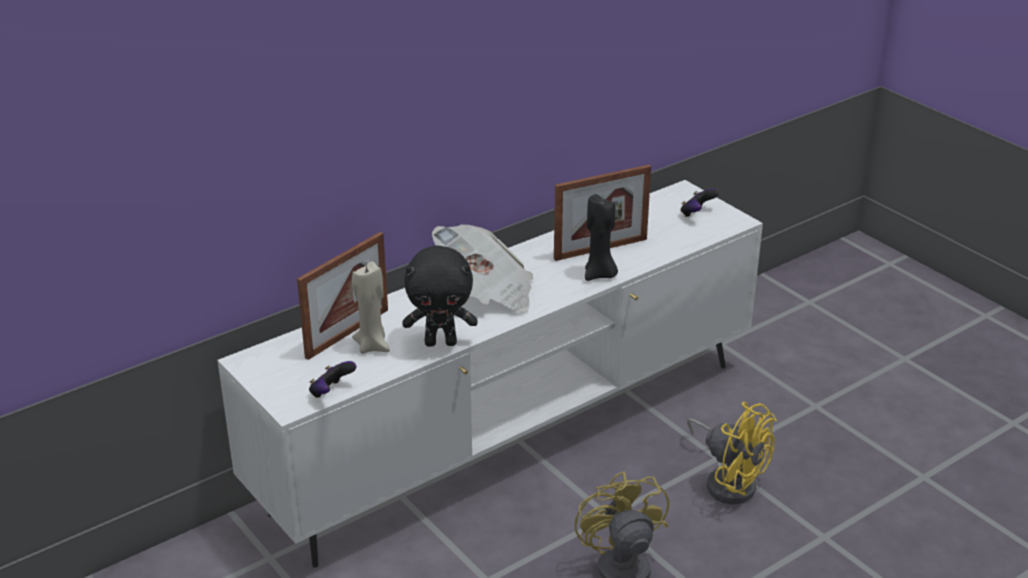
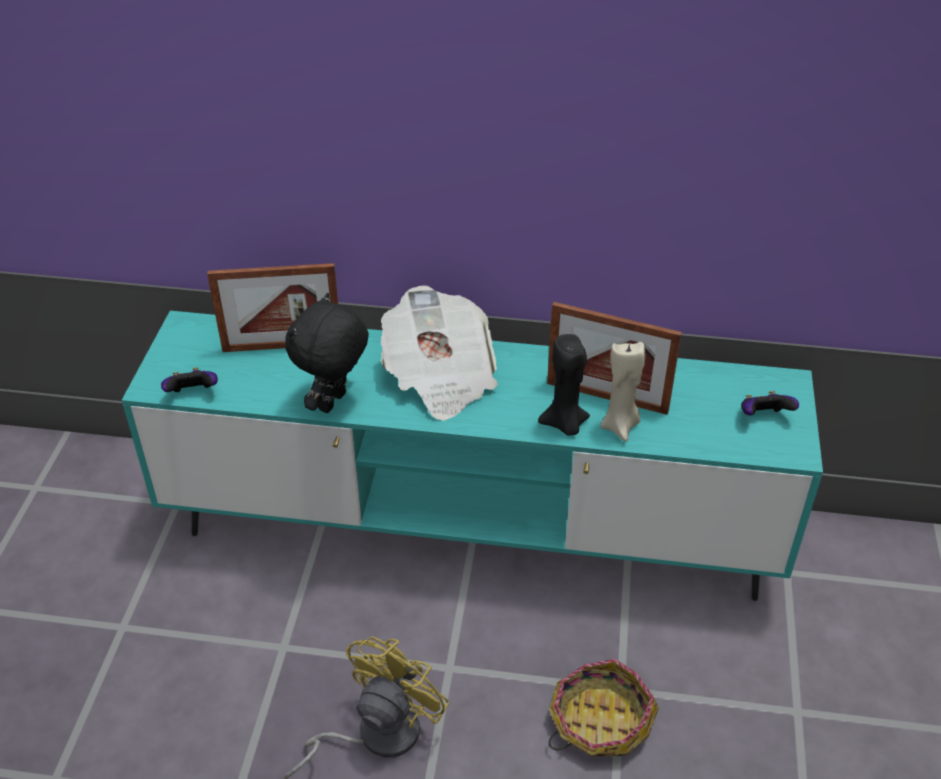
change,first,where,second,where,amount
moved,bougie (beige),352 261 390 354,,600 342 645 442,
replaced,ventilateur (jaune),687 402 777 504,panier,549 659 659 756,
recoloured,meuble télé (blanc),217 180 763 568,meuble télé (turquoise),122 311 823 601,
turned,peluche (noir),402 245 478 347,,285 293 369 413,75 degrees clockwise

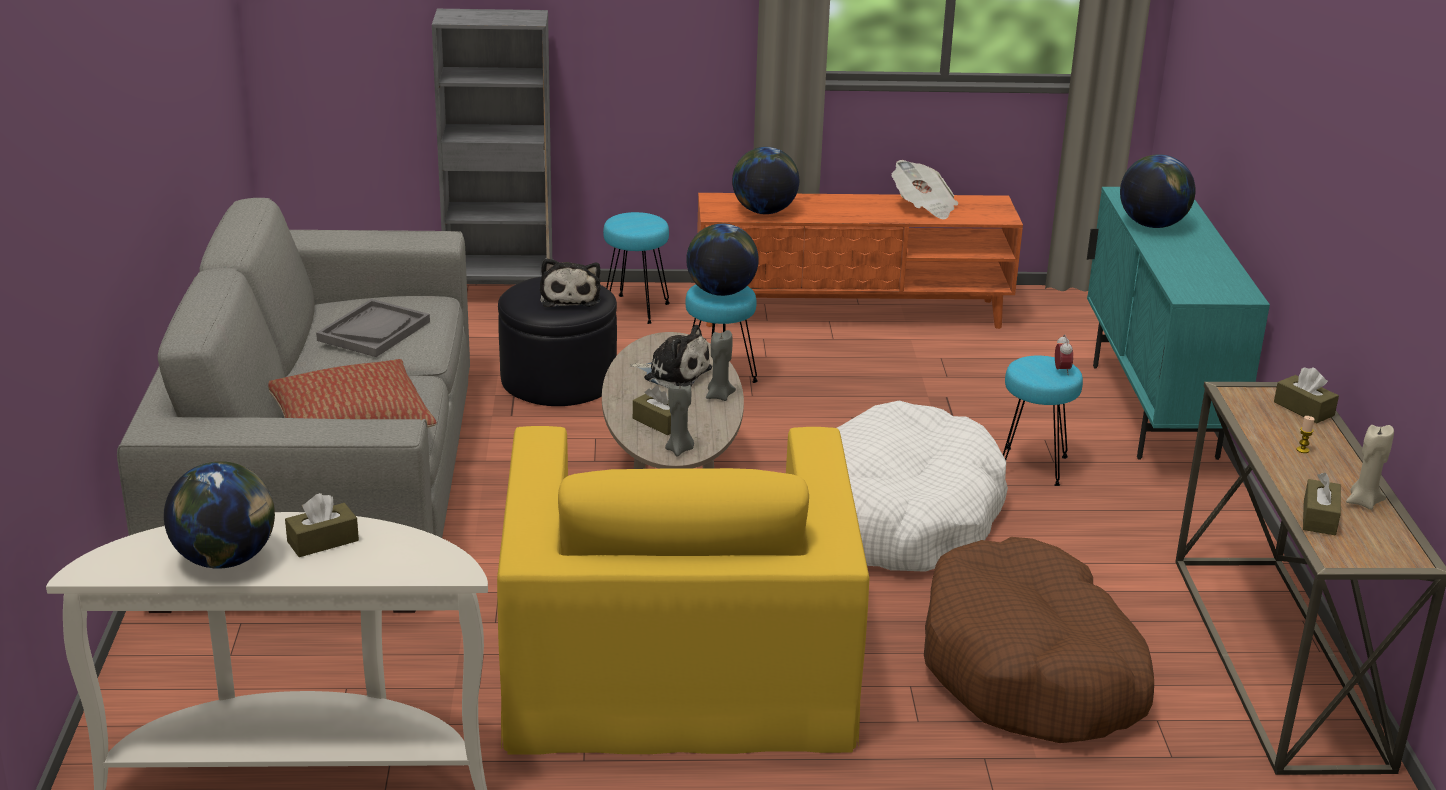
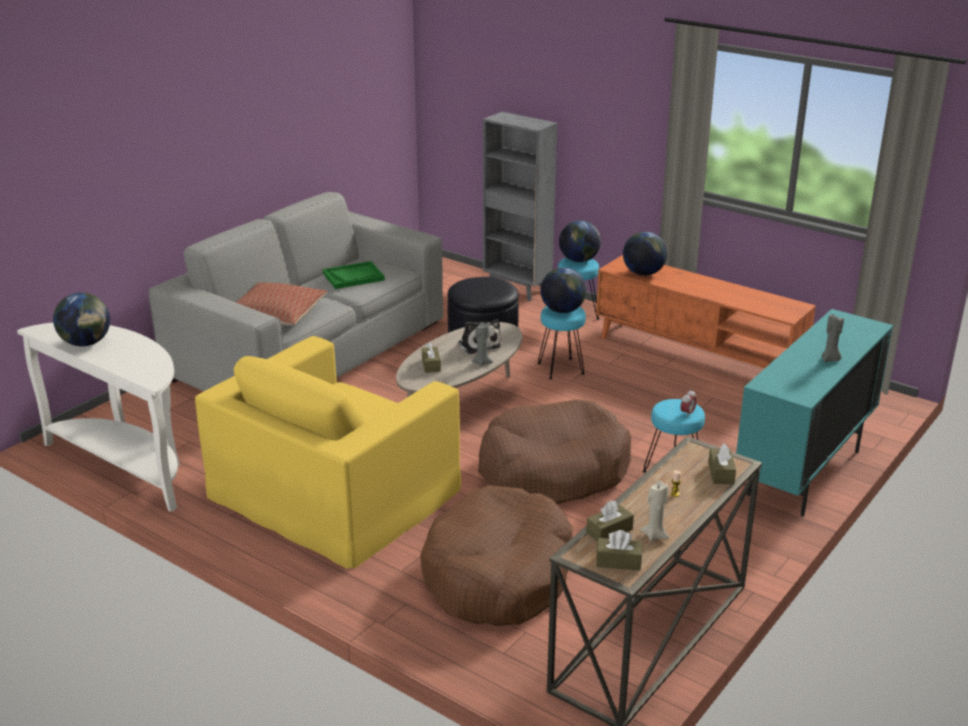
change,first,where,second,where,amount
removed,peluche,540 258 601 307,,,
removed,journal,892 160 958 220,,,
moved,boîte à mouchoirs (marron),285 493 359 557,,596 530 642 571,
moved,bougie (gris),665 384 694 457,,822 314 844 362,
moved,globe,1120 154 1196 228,,559 221 601 262,
recoloured,plateau (gris),316 299 430 357,plateau (vert),323 261 385 289,
recoloured,panier pour chien (blanc),837 401 1008 572,panier pour chien (marron),478 399 631 505,

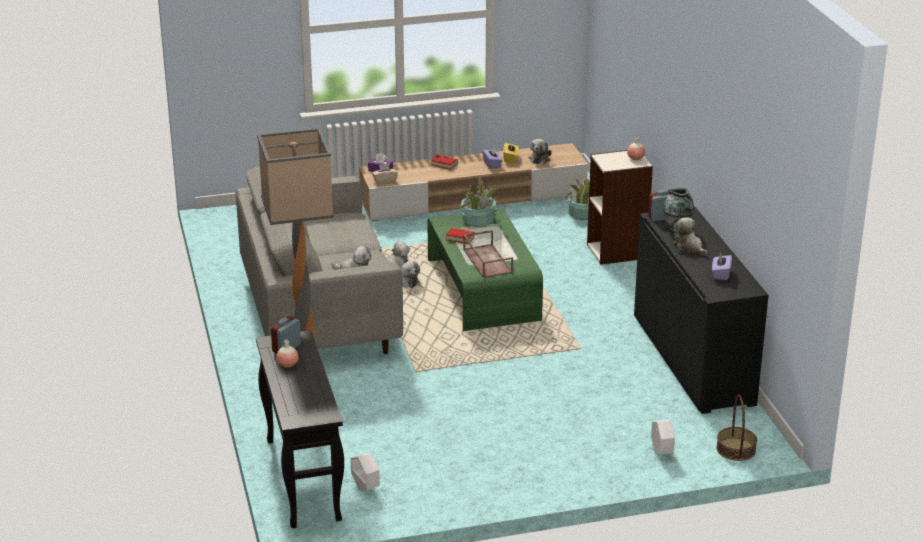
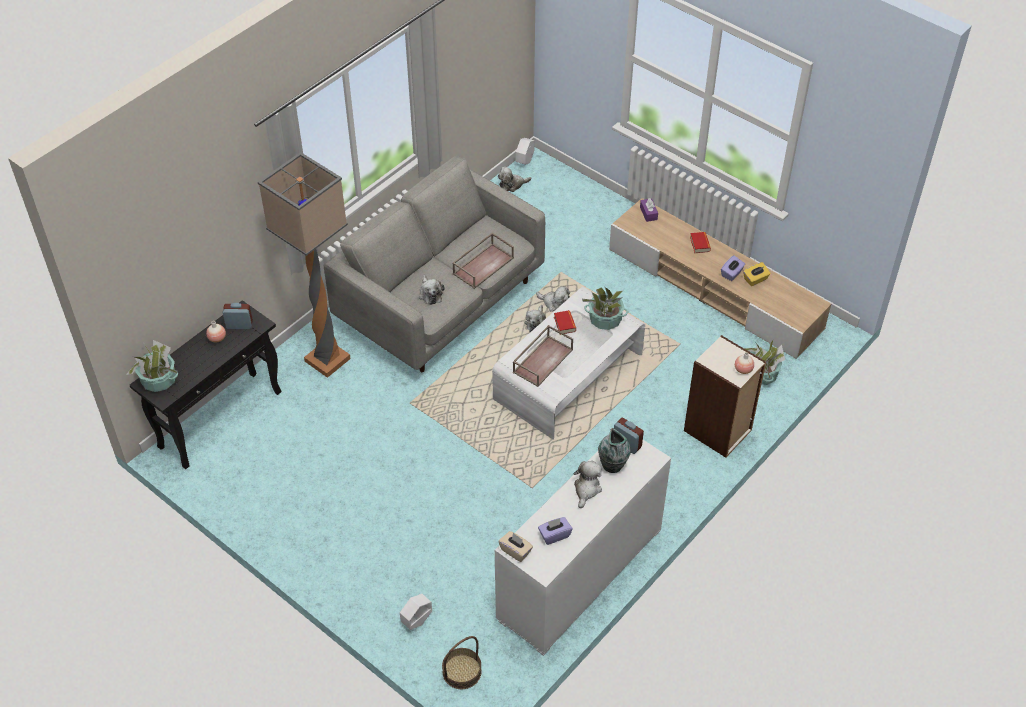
change,first,where,second,where,amount
added,,,plante en pot,126 340 178 392,
added,,,plateau (marron),452 233 514 289,
moved,cache-pot (blanc),351 453 380 490,,516 138 535 165,
moved,boîte à mouchoirs (beige),372 164 398 185,,499 531 533 562,
moved,peluche,529 139 552 165,,498 167 531 192,
recoloured,table basse (vert),427 209 543 331,table basse (blanc),492 287 645 440,
recoloured,meuble de rangement (noir),634 207 769 414,meuble de rangement (blanc),495 440 671 656,

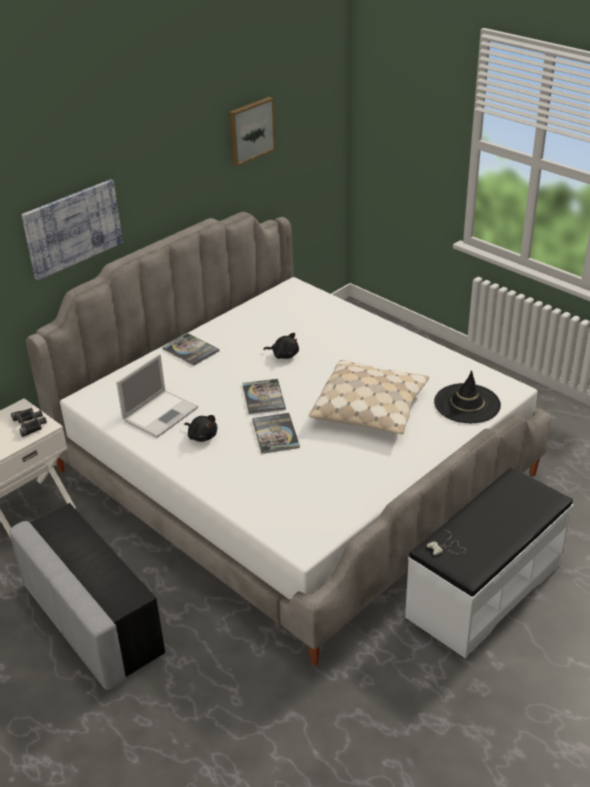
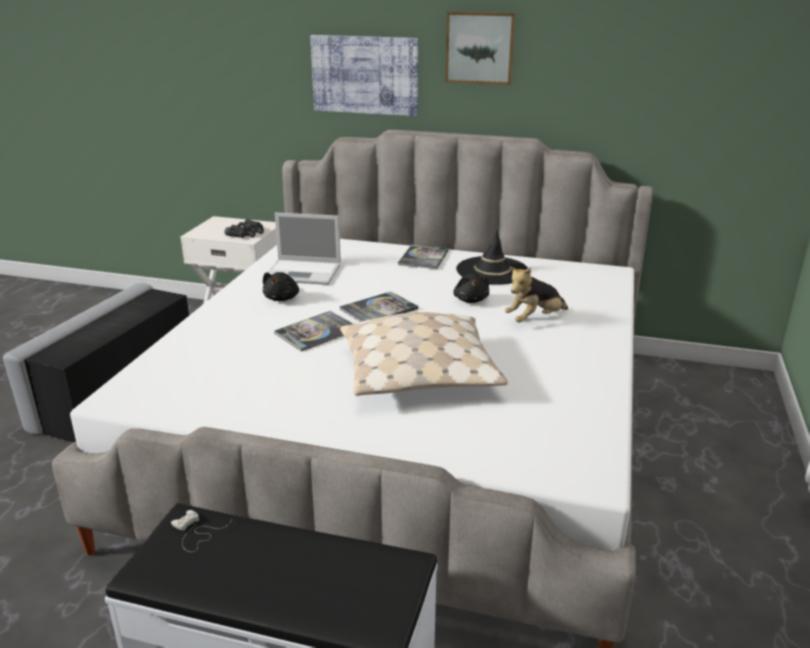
change,first,where,second,where,amount
added,,,peluche,505 267 568 322,
moved,tableau,229 97 276 166,,445 11 516 85,
moved,chapeau (noir),434 370 501 423,,456 229 528 285,

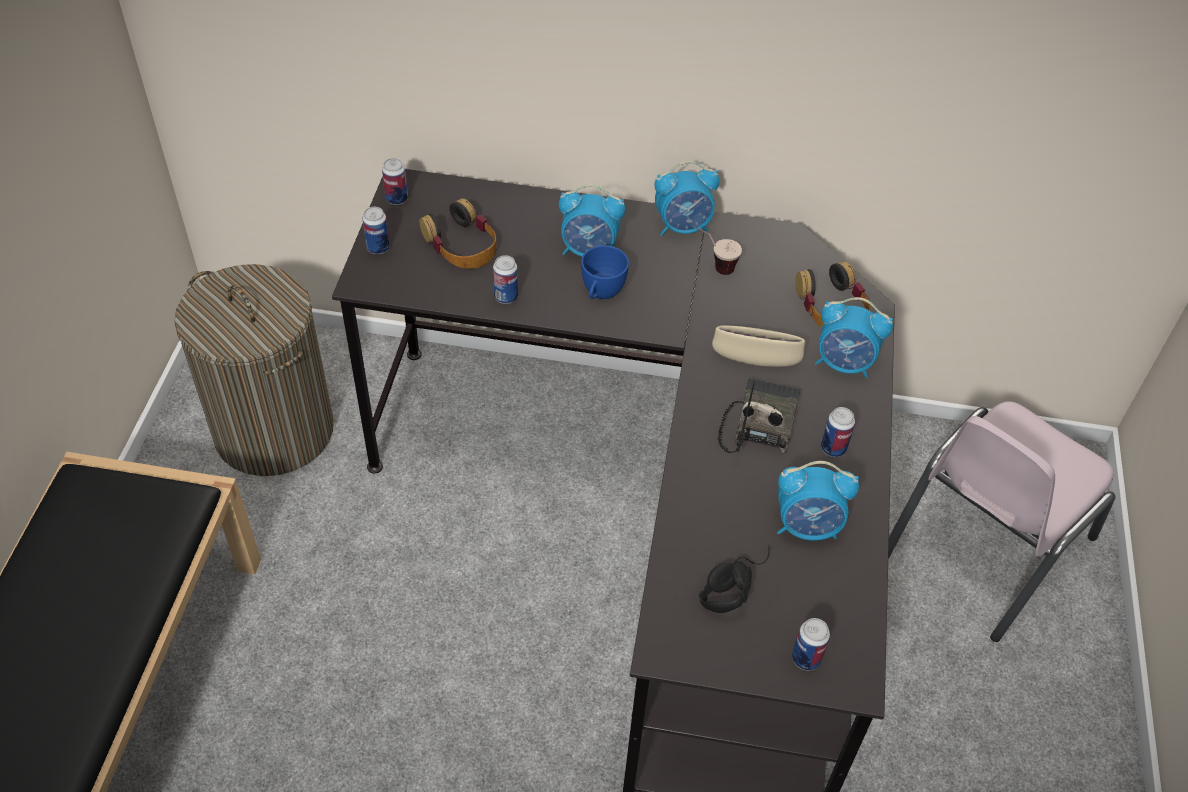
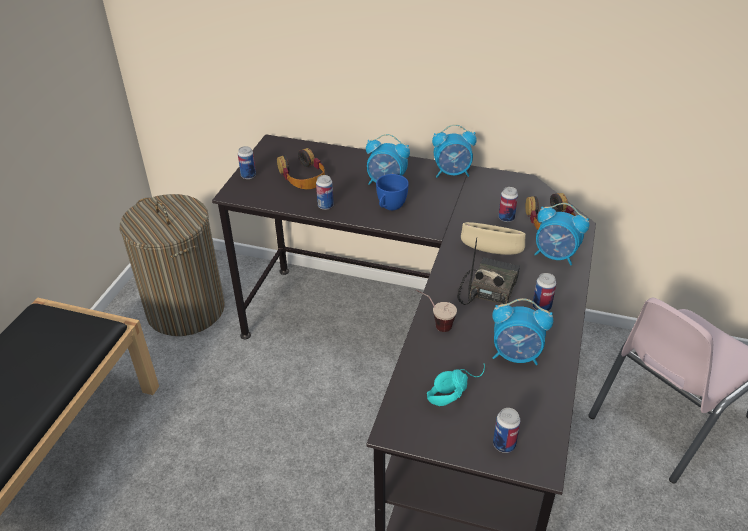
change,first,where,second,where,amount
moved,boîte métallique,382 158 408 205,,498 187 518 222,
moved,tasse,693 226 742 275,,416 289 457 332,
recoloured,casque audio (noir),699 545 770 613,casque audio (turquoise),427 363 485 406,

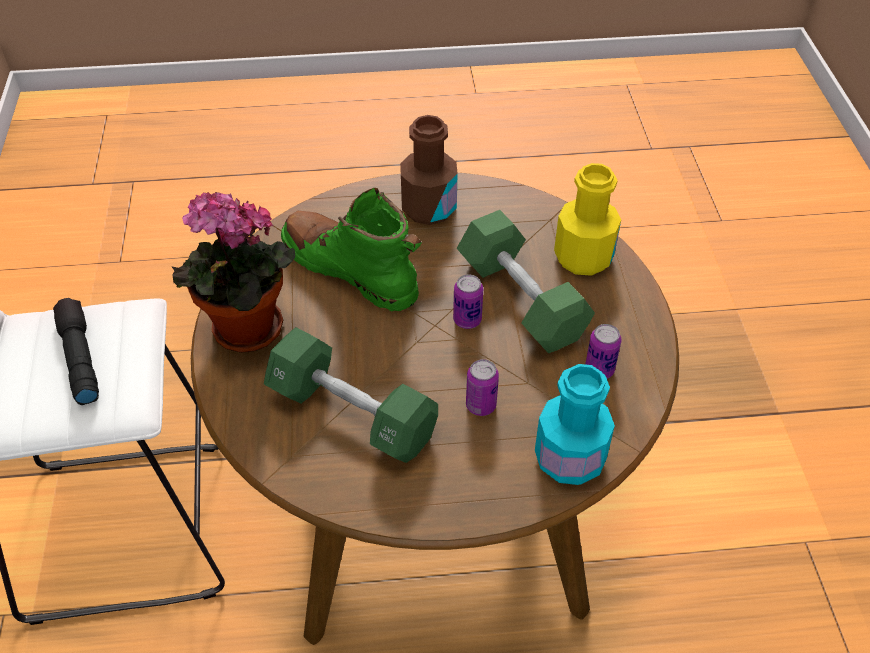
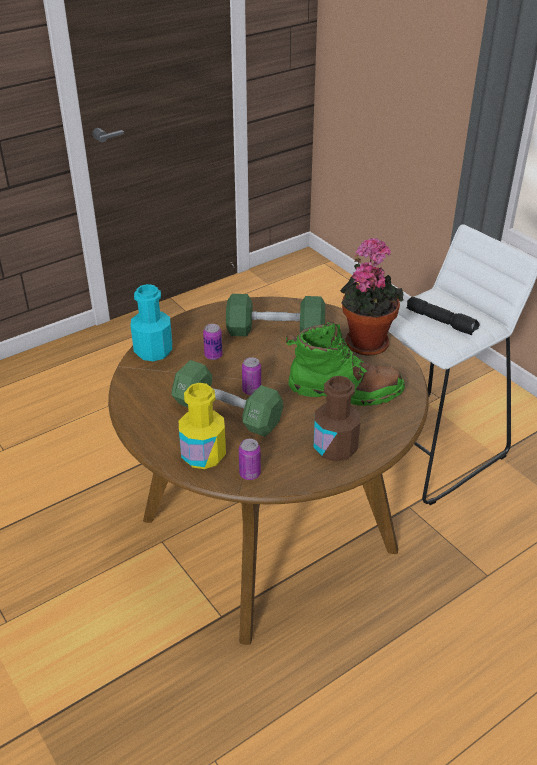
change,first,where,second,where,amount
moved,boîte métallique,585 324 621 379,,239 439 261 480,

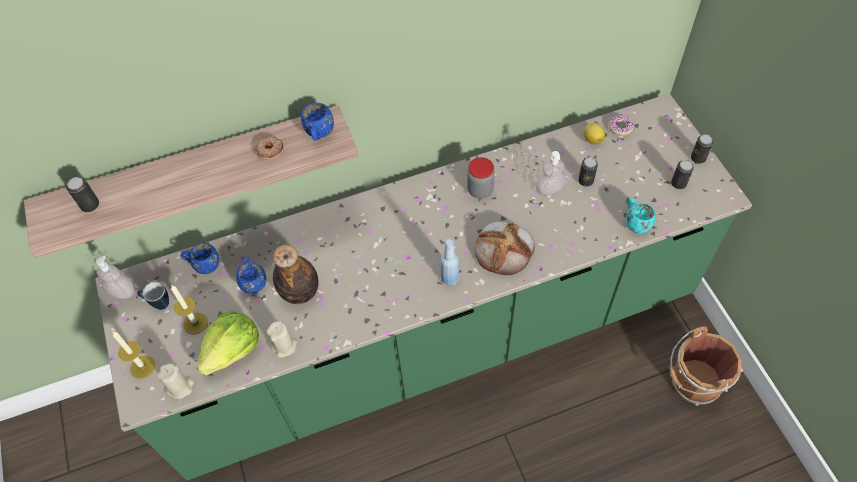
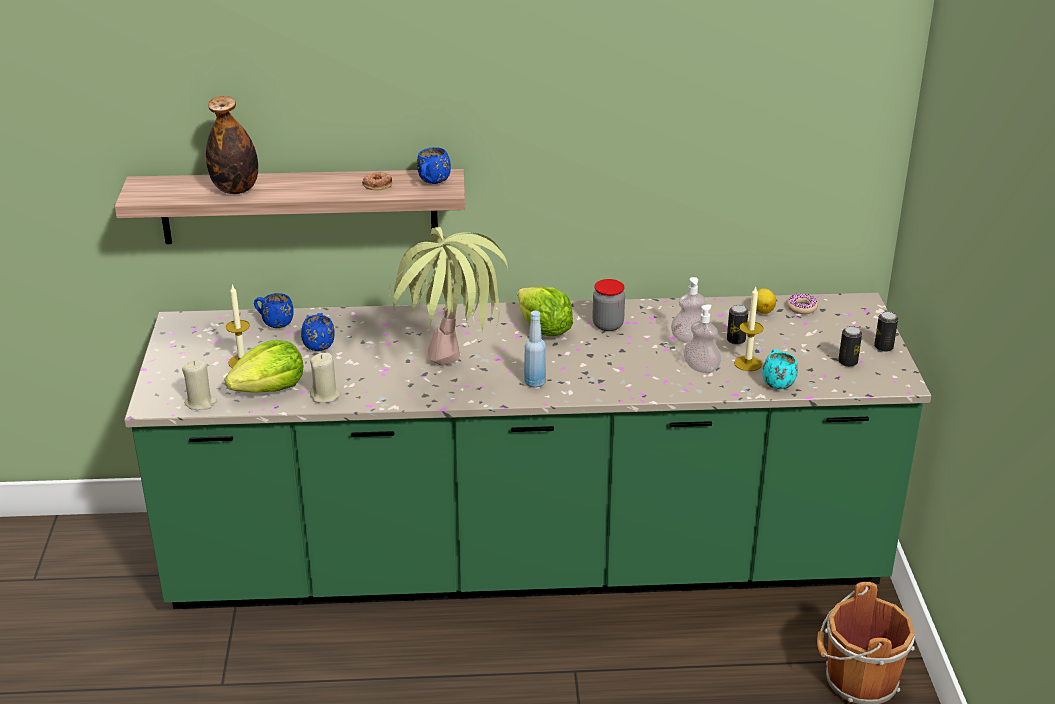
change,first,where,second,where,amount
removed,boîte métallique,66 177 99 212,,,
removed,mug,137 282 169 310,,,
removed,pain,474 221 535 275,,,
added,,,plante en pot,388 227 508 366,
added,,,laitue,517 287 573 336,
moved,distributeur de savon,96 255 136 299,,683 304 721 373,
moved,bougie,113 332 155 379,,734 286 764 371,
moved,bouteille,273 245 319 304,,206 96 258 194,

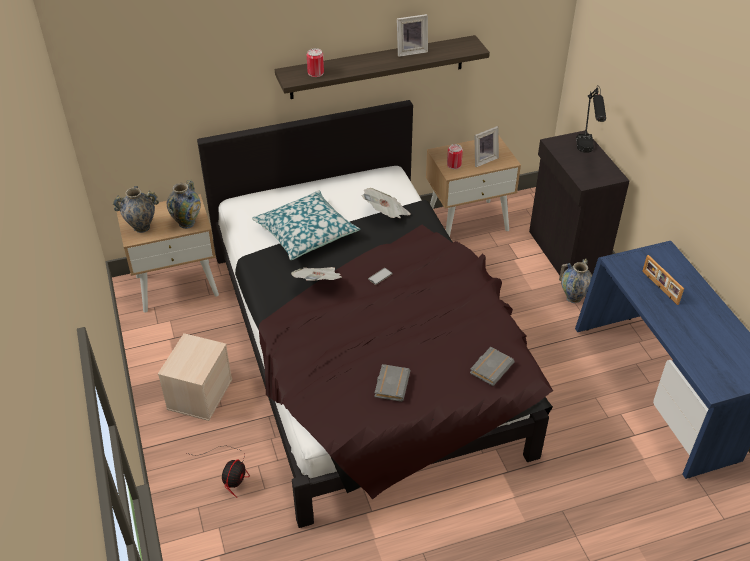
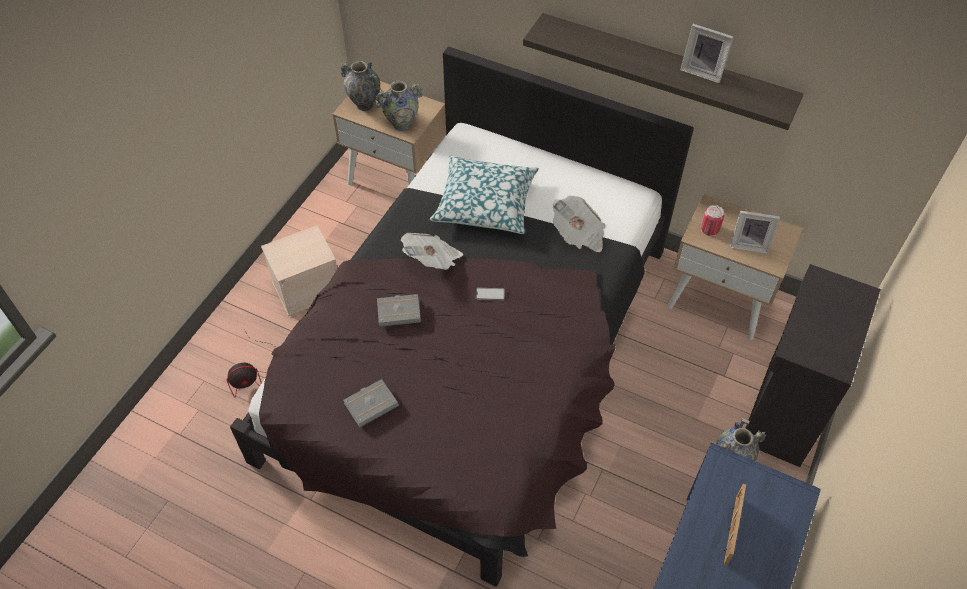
change,first,where,second,where,amount
removed,boîte métallique,307 48 324 77,,,
removed,lampe de table (noir),576 85 606 153,,,
moved,livre (gris),470 347 515 386,,377 294 421 327,

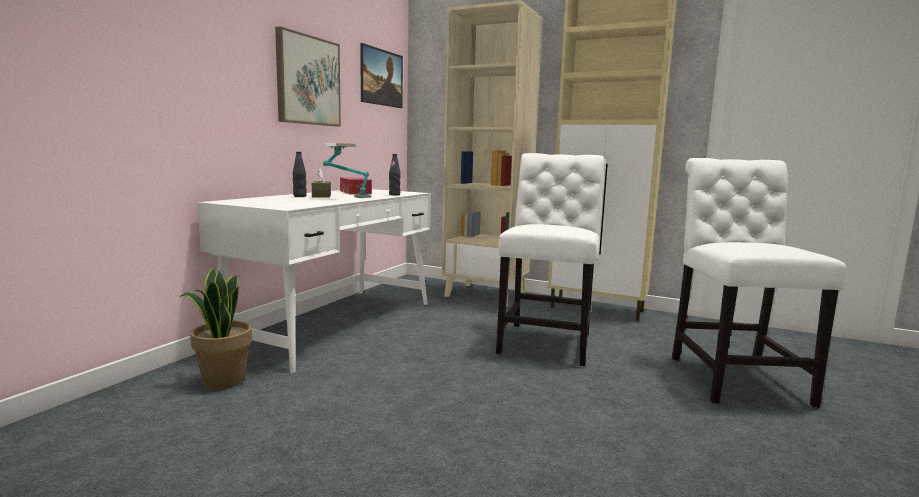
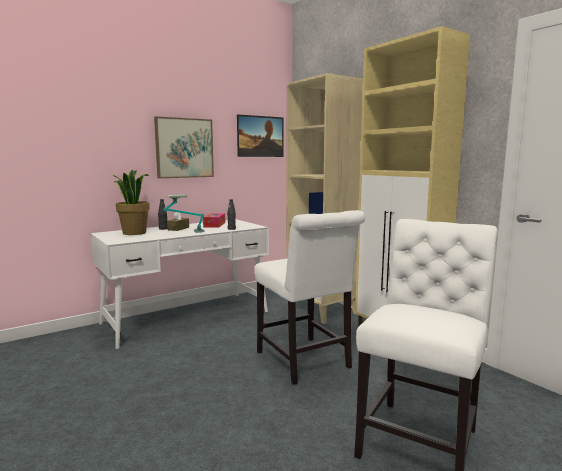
change,first,where,second,where,amount
moved,plante en pot,180 268 252 389,,112 169 150 235,
turned,chaise (blanc),496 153 605 366,,255 210 365 385,105 degrees clockwise

